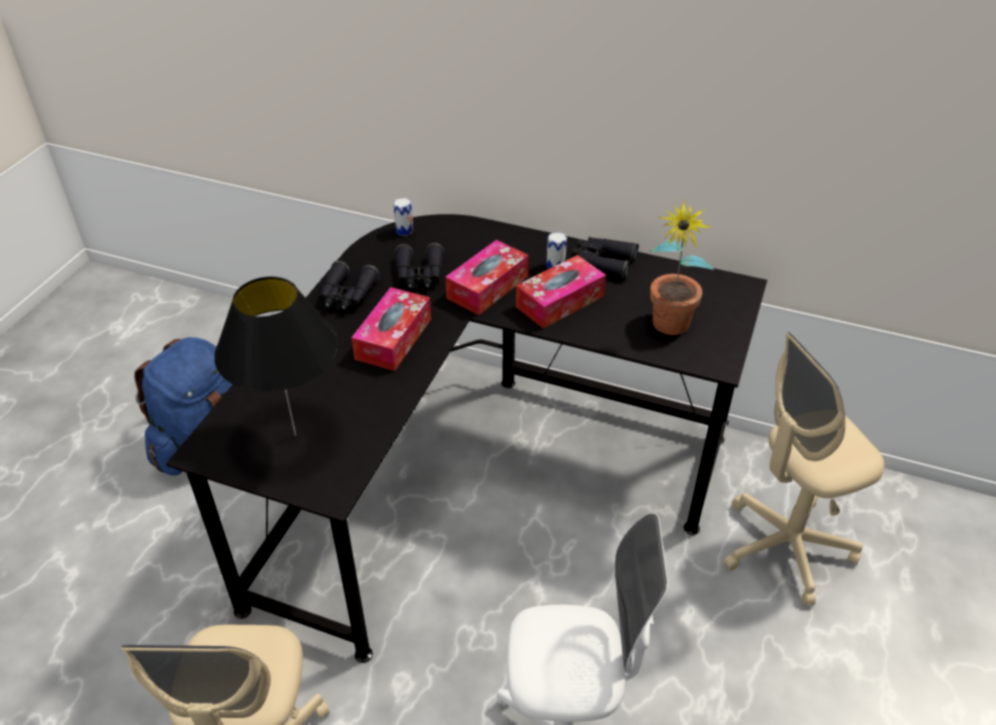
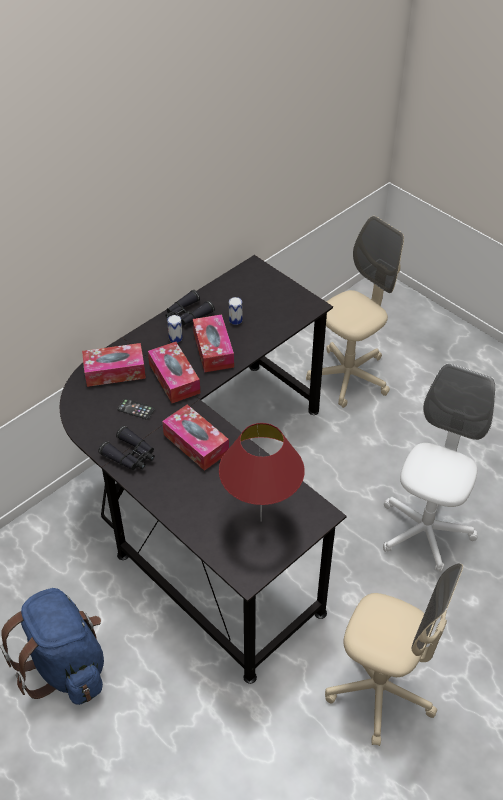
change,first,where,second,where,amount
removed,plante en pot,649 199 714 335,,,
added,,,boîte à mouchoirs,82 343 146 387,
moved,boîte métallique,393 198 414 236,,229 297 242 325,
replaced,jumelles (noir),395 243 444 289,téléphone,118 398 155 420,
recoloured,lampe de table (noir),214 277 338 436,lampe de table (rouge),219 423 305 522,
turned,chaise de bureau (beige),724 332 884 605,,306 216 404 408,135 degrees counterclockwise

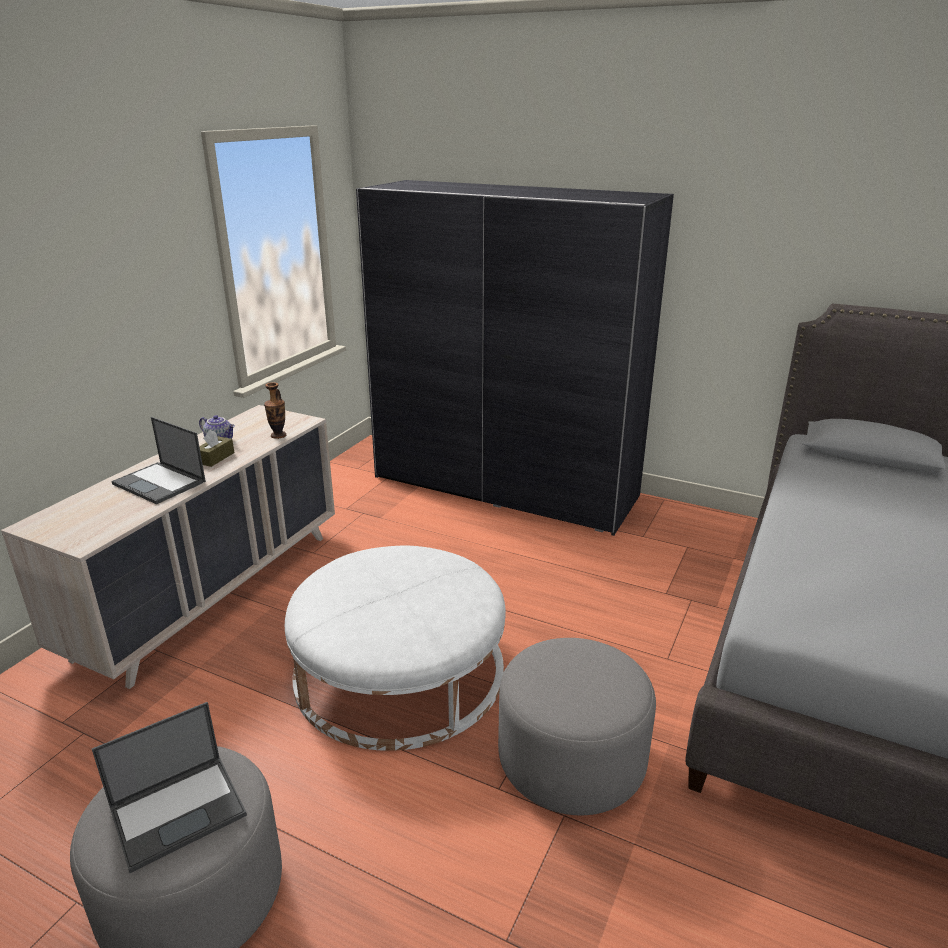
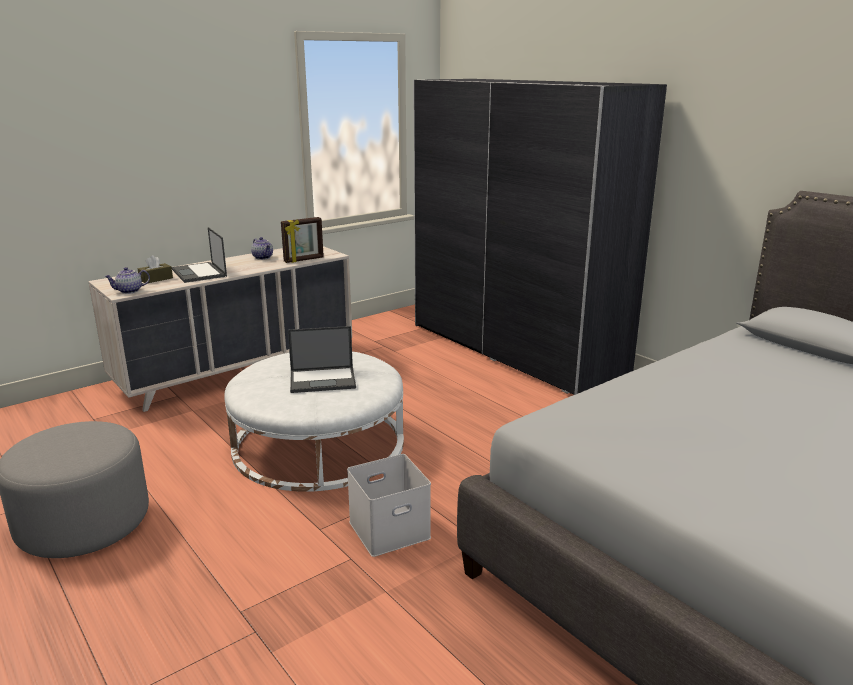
change,first,where,second,where,amount
added,,,théière,104 267 150 294,
moved,ordinateur portable,92 702 247 873,,288 326 356 393,
moved,boîte à mouchoirs (marron),199 430 234 467,,138 255 173 283,
replaced,vase,264 382 286 439,cadre photo,281 217 324 263,
replaced,pouf (gris),498 638 656 815,boîte de rangement (blanc),347 454 431 557,

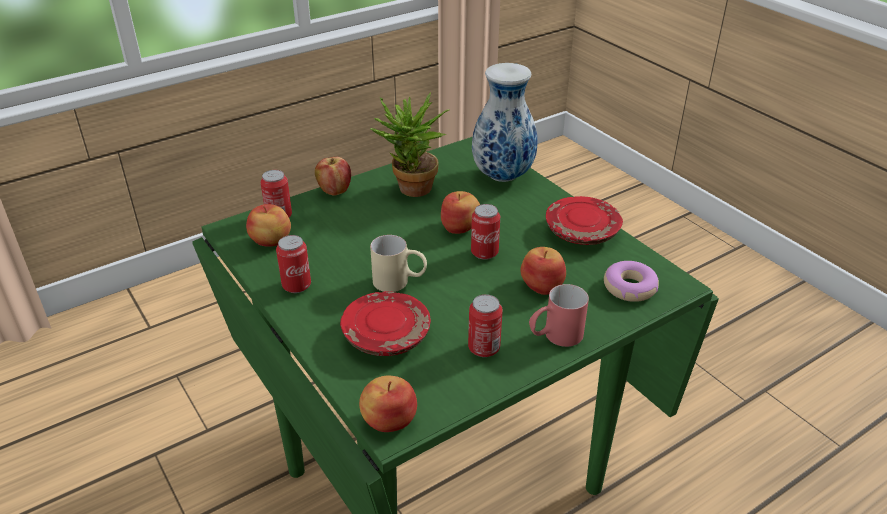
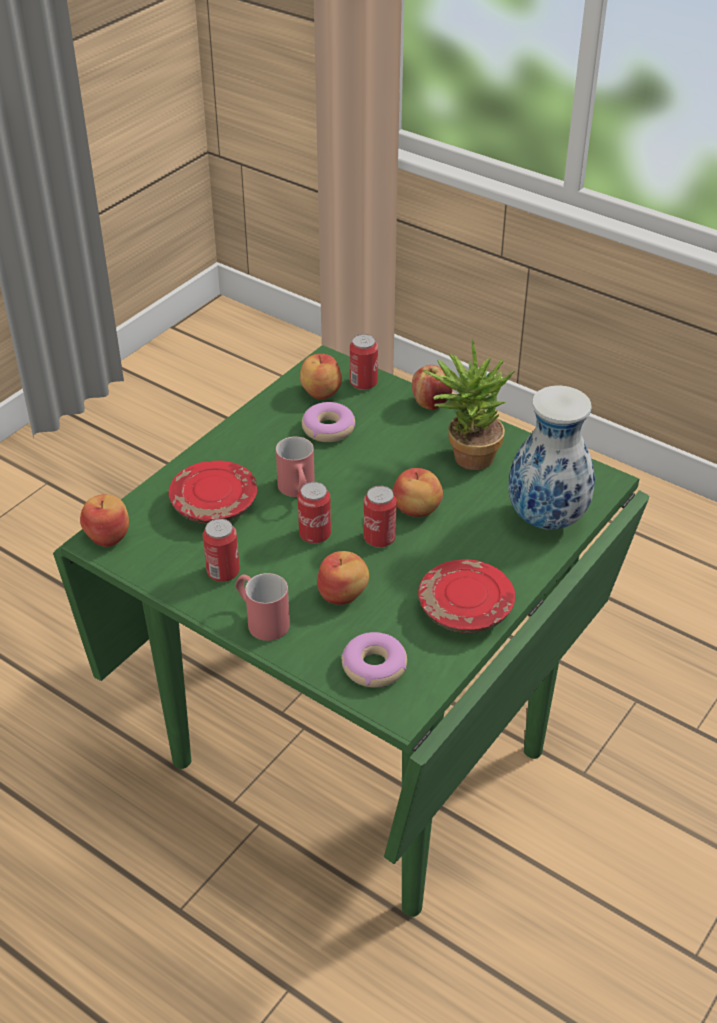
change,first,where,second,where,amount
added,,,beignet,302 402 355 442,
moved,boîte métallique,276 235 311 293,,298 482 331 544,
recoloured,mug (beige),370 235 427 292,mug (rouge),276 436 315 497,

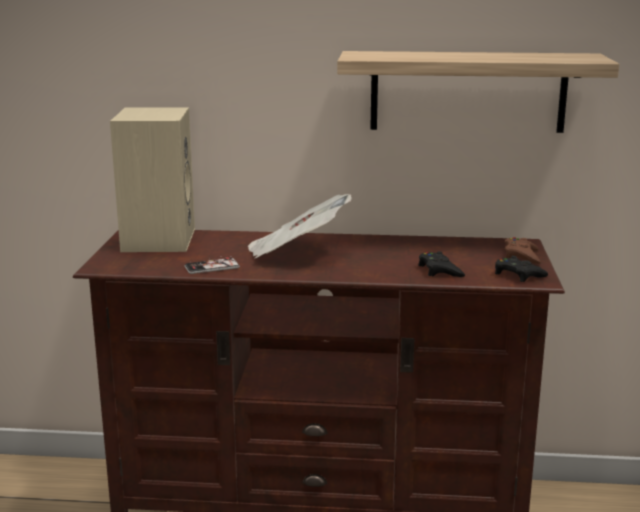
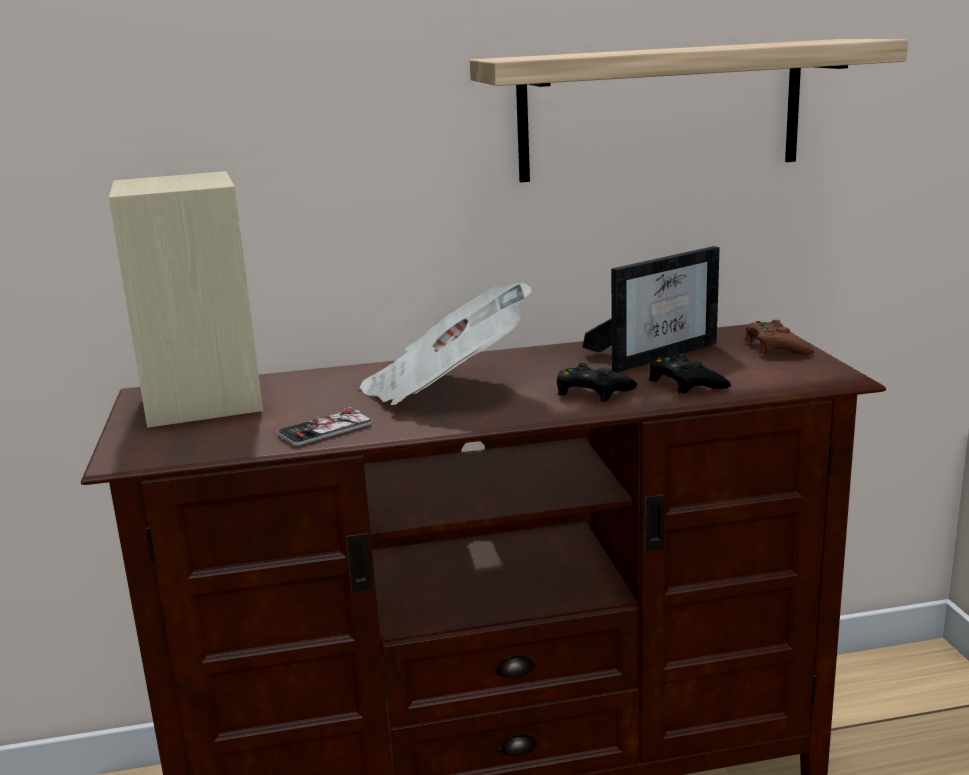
change,first,where,second,where,amount
added,,,cadre photo,583 246 720 373,
moved,manette (noir),495 256 548 282,,557 363 637 402,

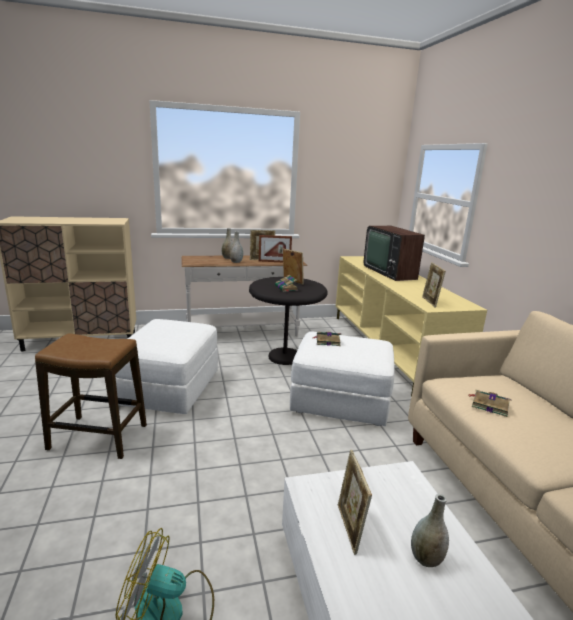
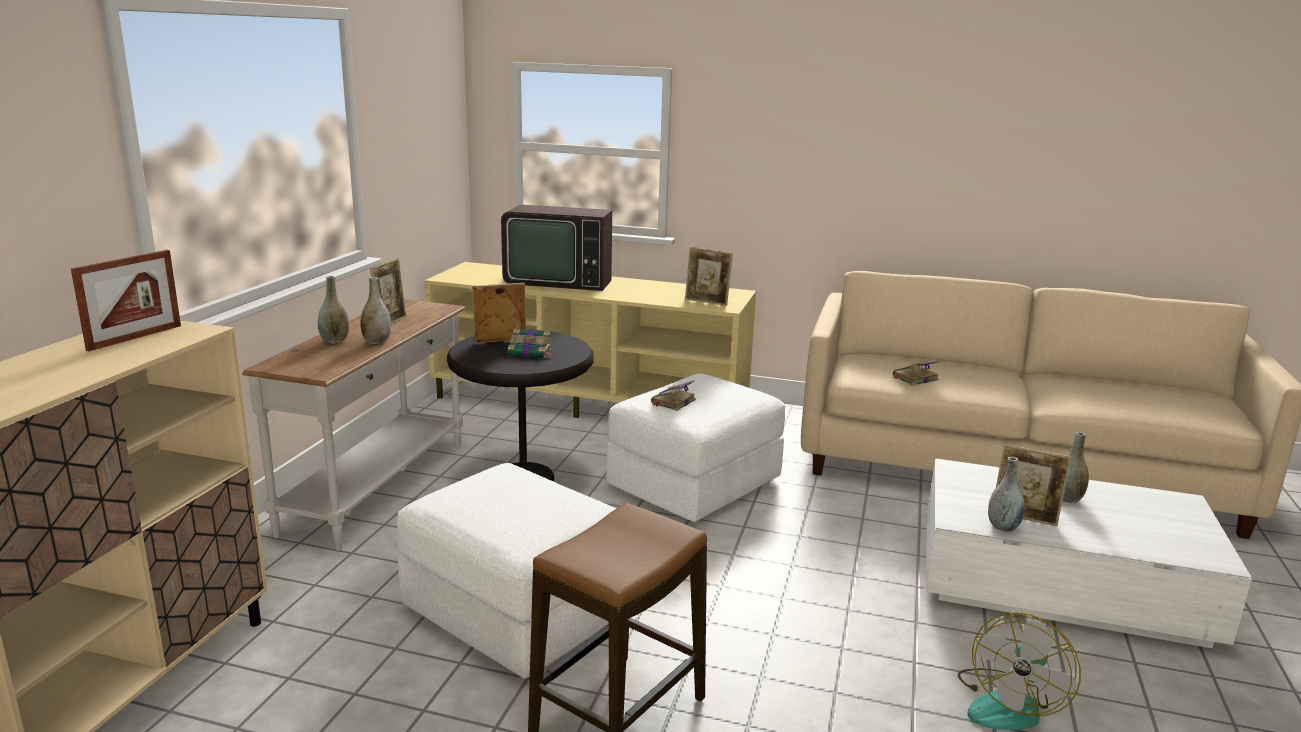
change,first,where,second,where,amount
added,,,vase (gris),988 457 1025 532,
moved,cadre photo,259 235 292 262,,71 250 181 351,

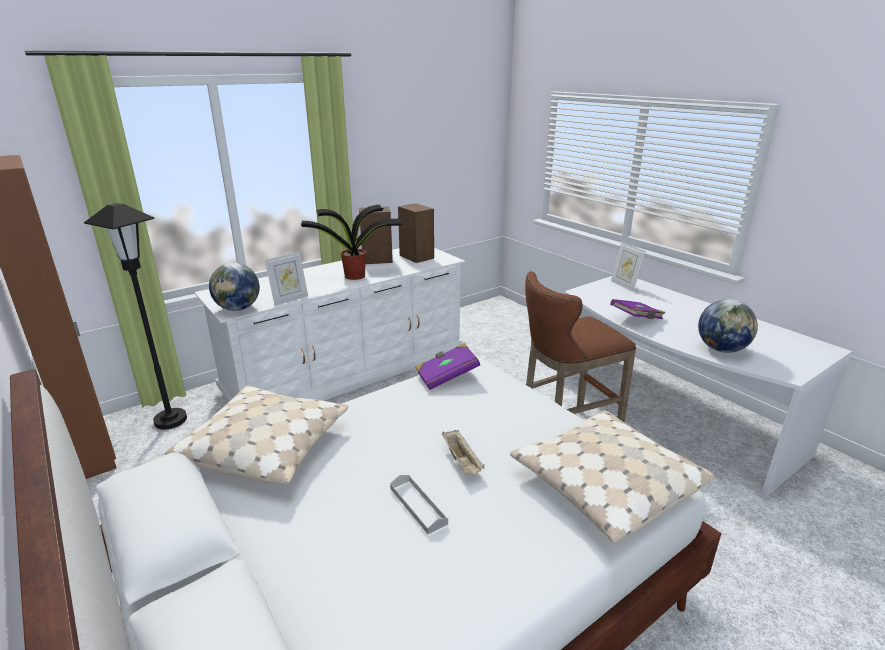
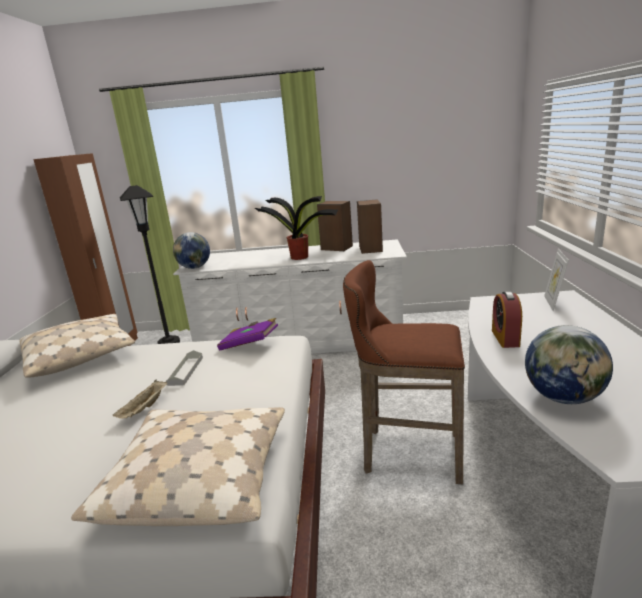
change,first,where,second,where,amount
removed,cadre photo,265 252 308 306,,,
moved,plateau (gris),390 475 448 534,,166 350 203 386,
replaced,livre (violet),610 299 665 319,réveil,492 291 522 348,

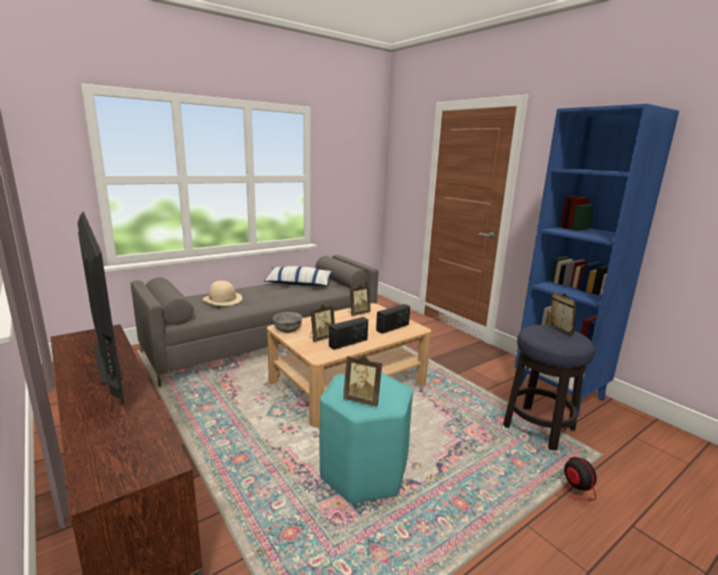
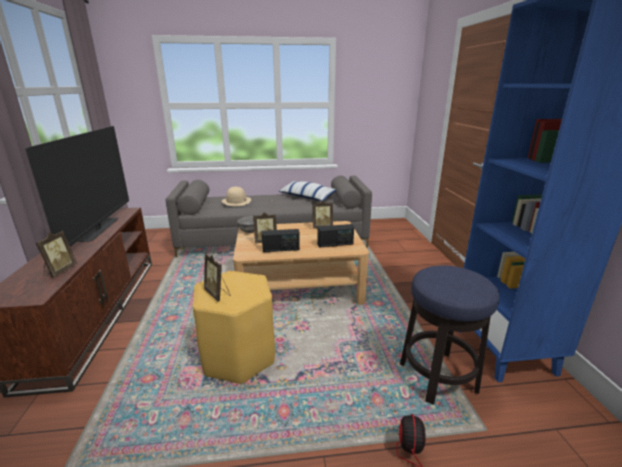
change,first,where,second,where,amount
moved,cadre photo,543 293 576 336,,36 231 77 278,
recoloured,tabouret (turquoise),320 372 413 503,tabouret (jaune),193 271 275 384,

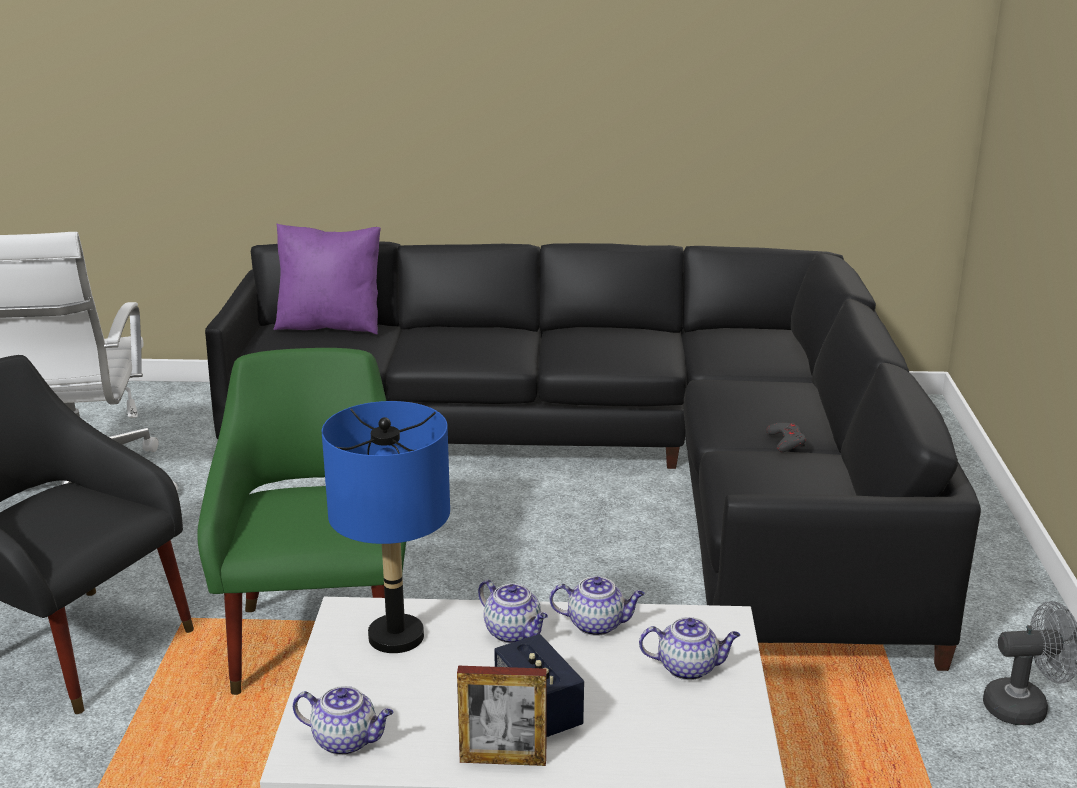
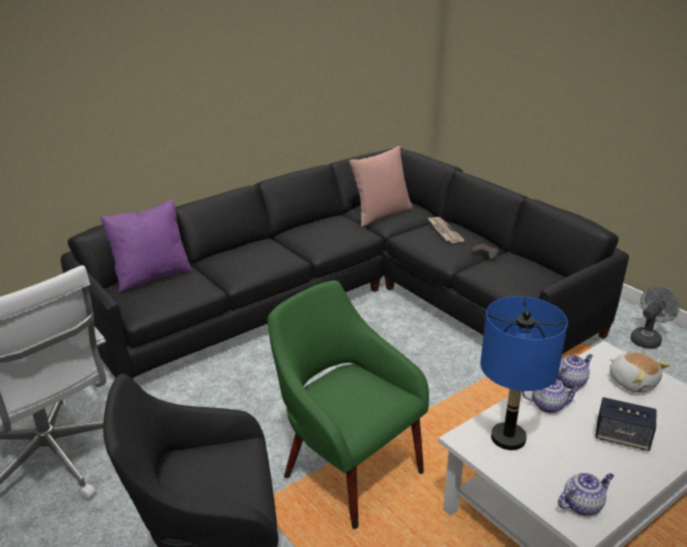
change,first,where,second,where,amount
removed,cadre photo,457 666 547 766,,,
added,,,coussin (rose),349 146 413 227,
added,,,journal,427 217 465 243,
replaced,théière,639 617 740 680,peluche,610 352 670 393,

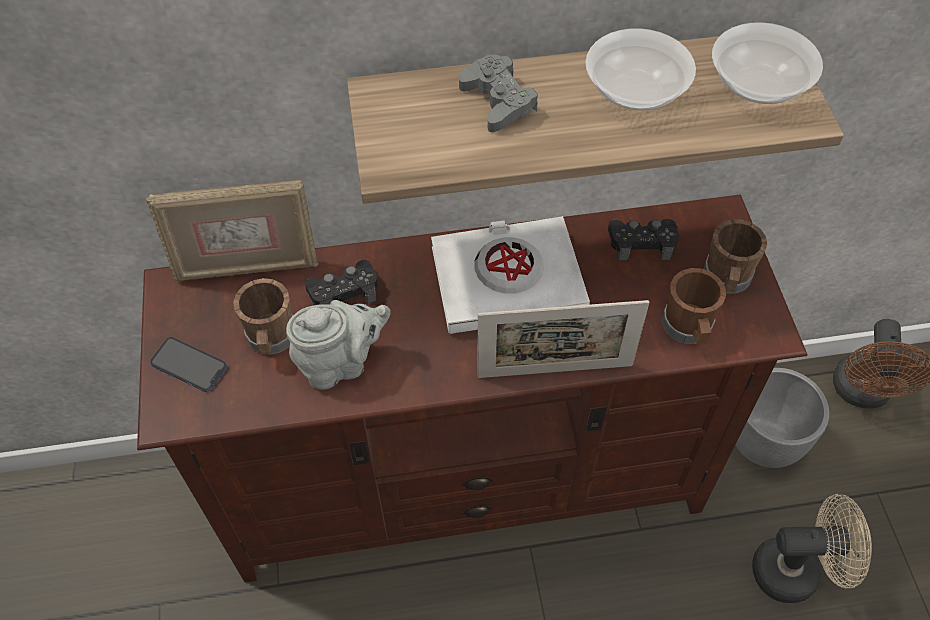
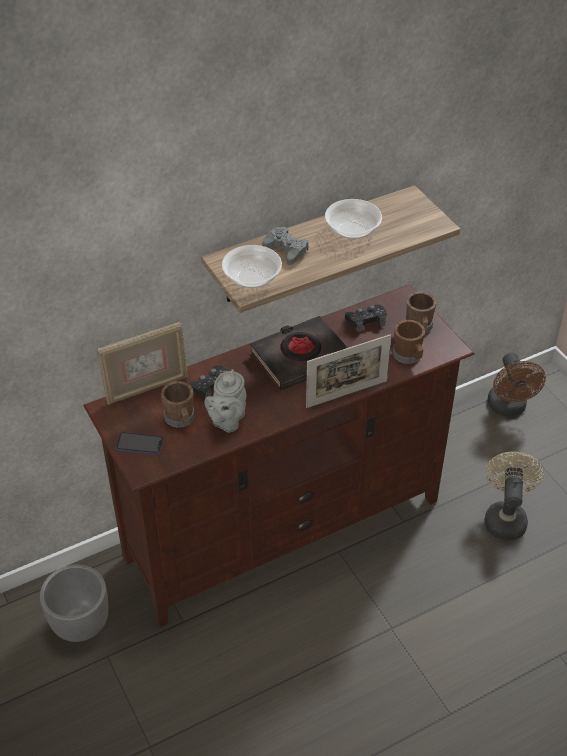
change,first,where,second,where,amount
moved,bol,712 22 823 104,,222 245 282 288,
moved,cache-pot (gris),736 368 829 468,,40 565 109 642,
recoloured,livre (blanc),431 216 590 334,livre (noir),250 316 348 390,
turned,théière (gris),286 300 391 390,,205 369 247 432,150 degrees clockwise
turned,ventilateur (beige),752 494 872 603,,485 452 544 540,60 degrees counterclockwise

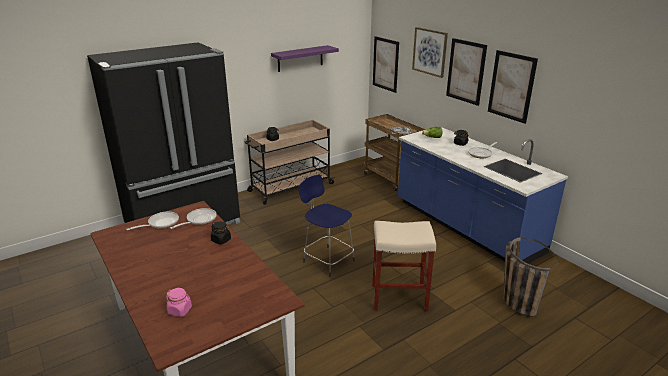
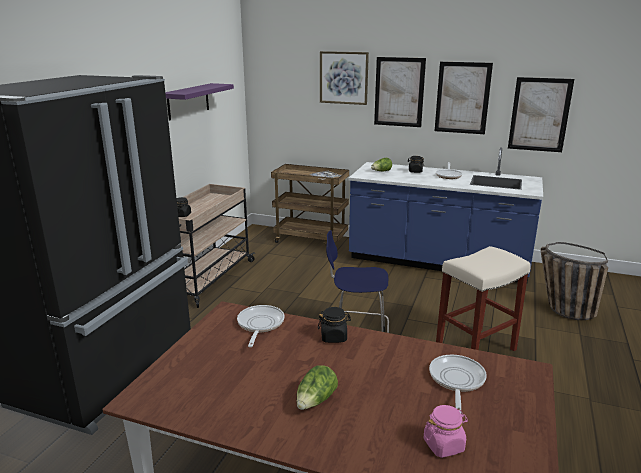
change,first,where,second,where,amount
added,,,laitue,296 366 338 410,
moved,poêle,126 212 179 230,,429 355 487 413,
moved,tableau,373 36 399 93,,508 77 574 152,

